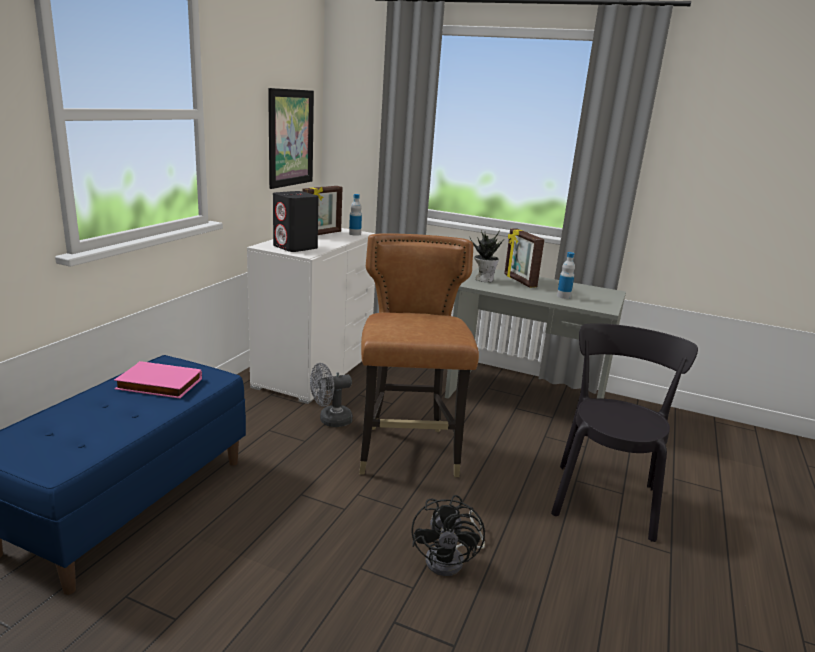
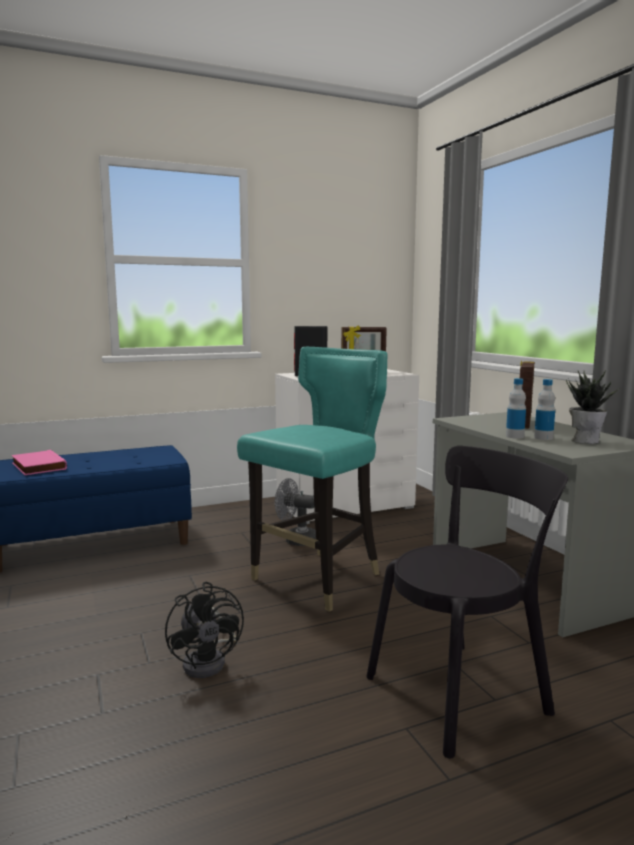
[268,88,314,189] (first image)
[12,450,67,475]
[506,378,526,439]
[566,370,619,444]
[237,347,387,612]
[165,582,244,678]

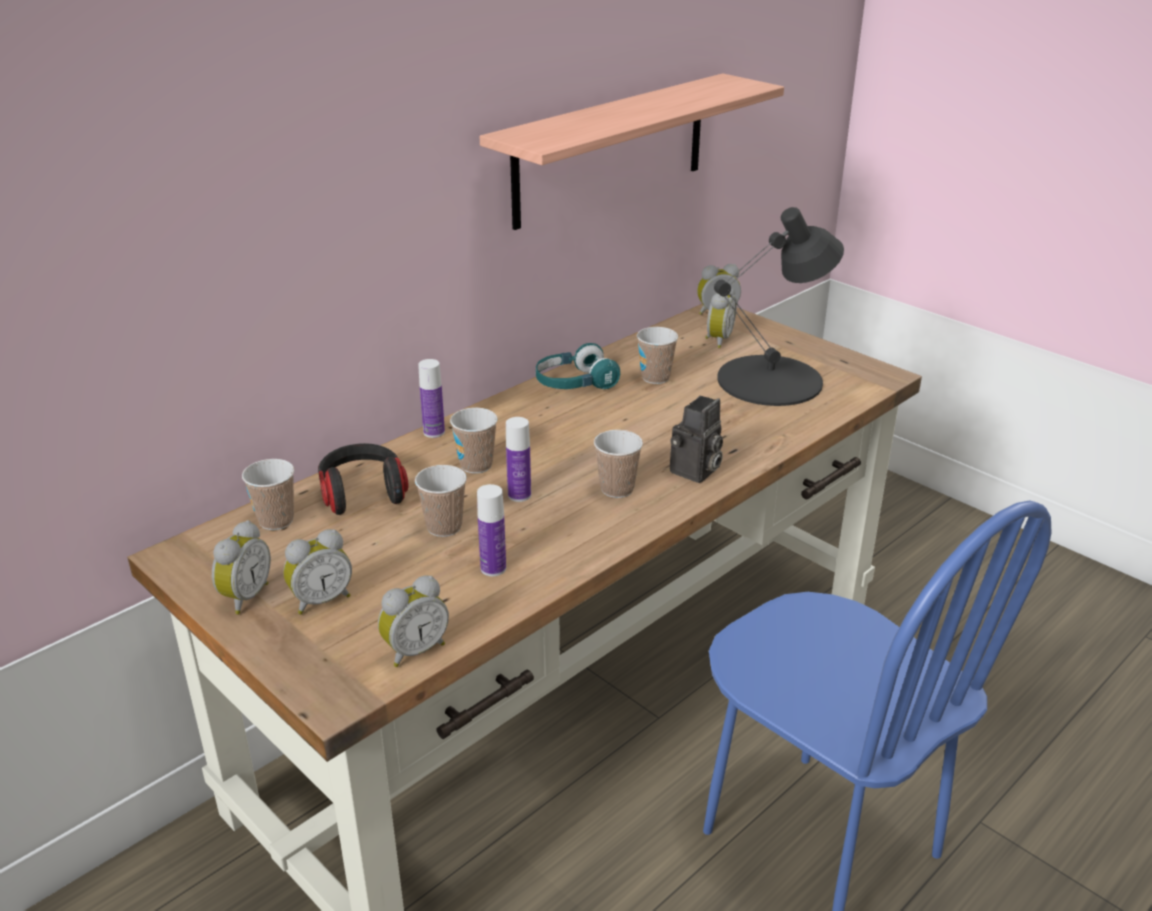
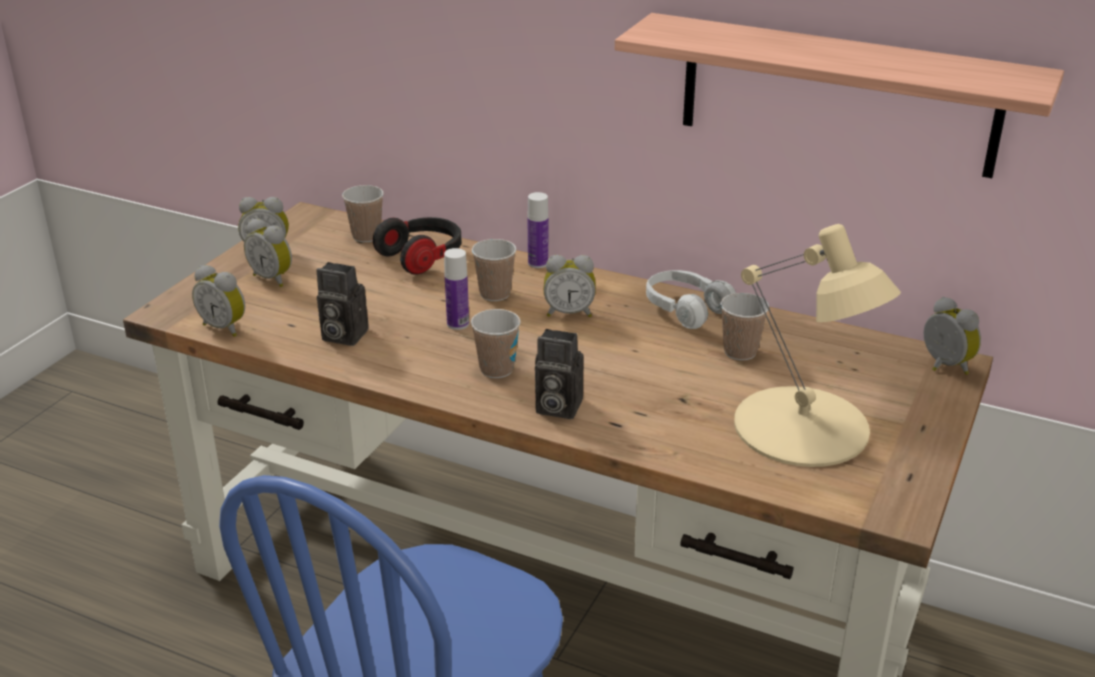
[415,465,467,537] (first image)
[544,255,596,317]
[317,262,369,346]
[646,270,736,329]
[734,224,901,467]

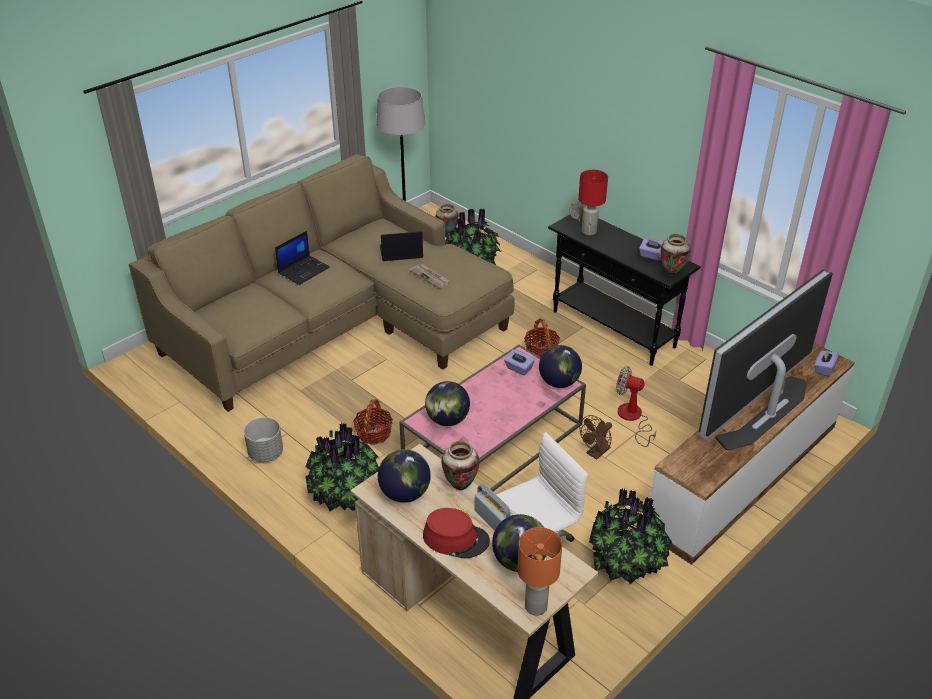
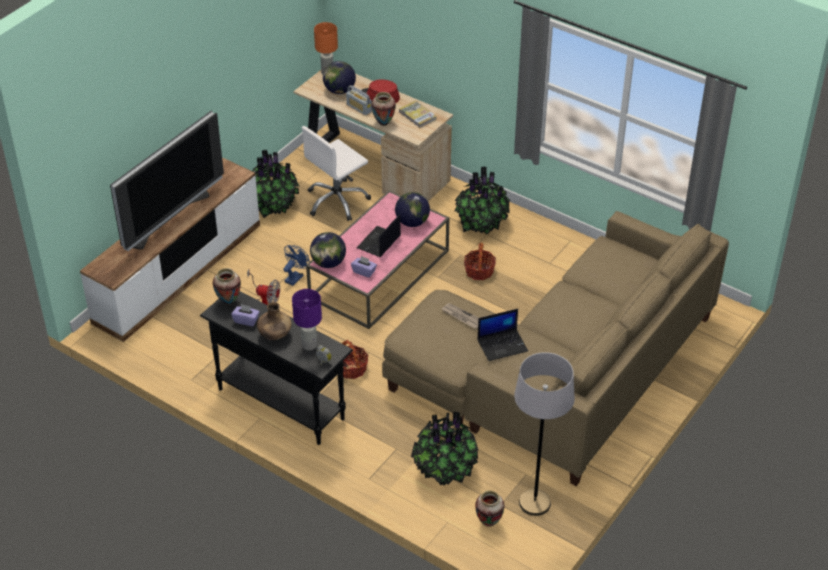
[244,417,283,462] (first image)
[815,349,839,377] (first image)
[257,302,292,340]
[357,214,401,257]
[399,100,437,128]
[292,289,322,351]
[284,245,310,286]

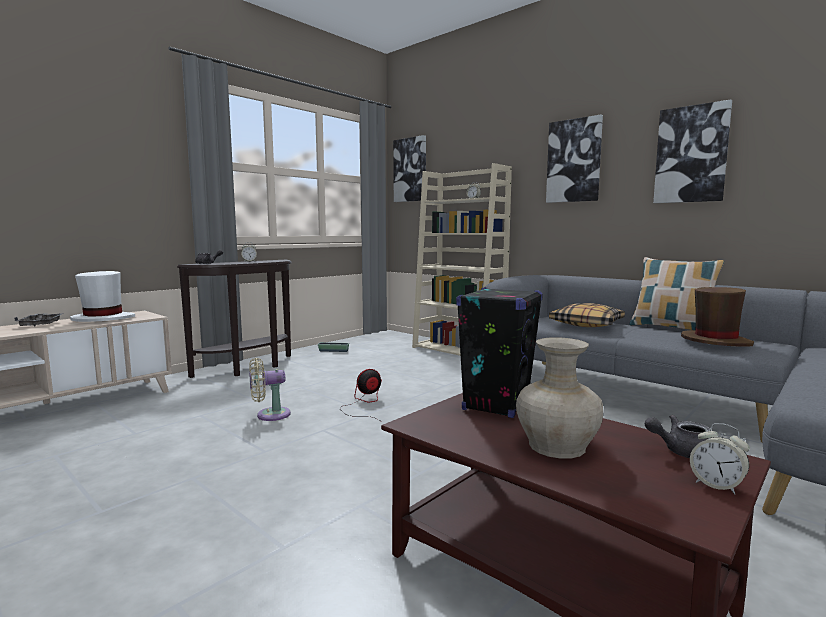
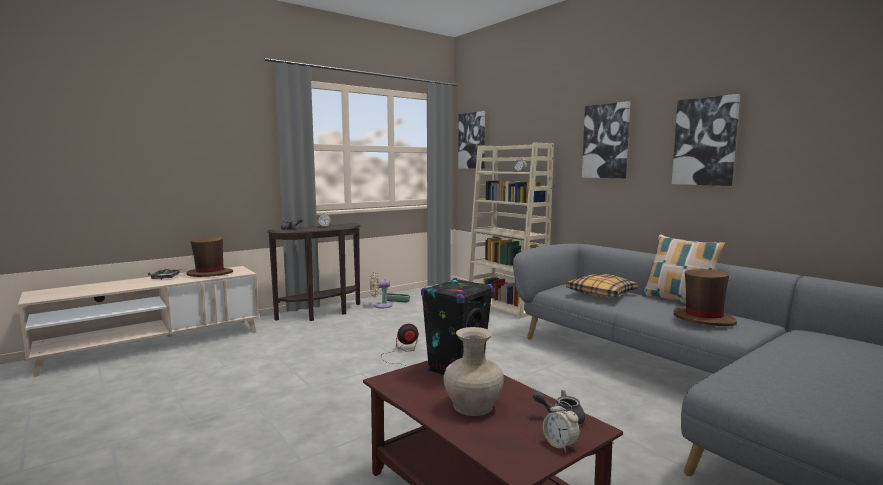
[370,272,393,308]
[186,237,233,277]

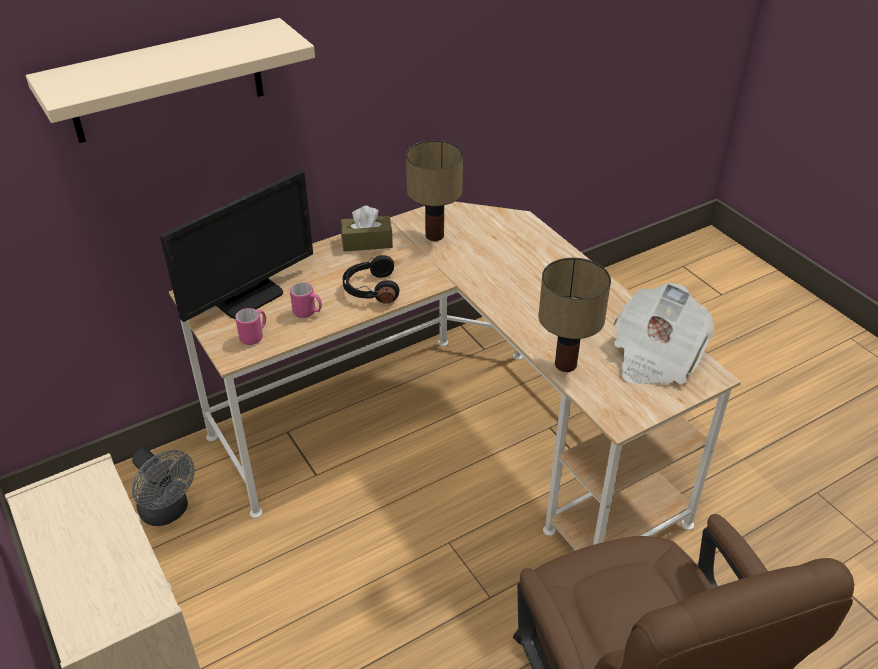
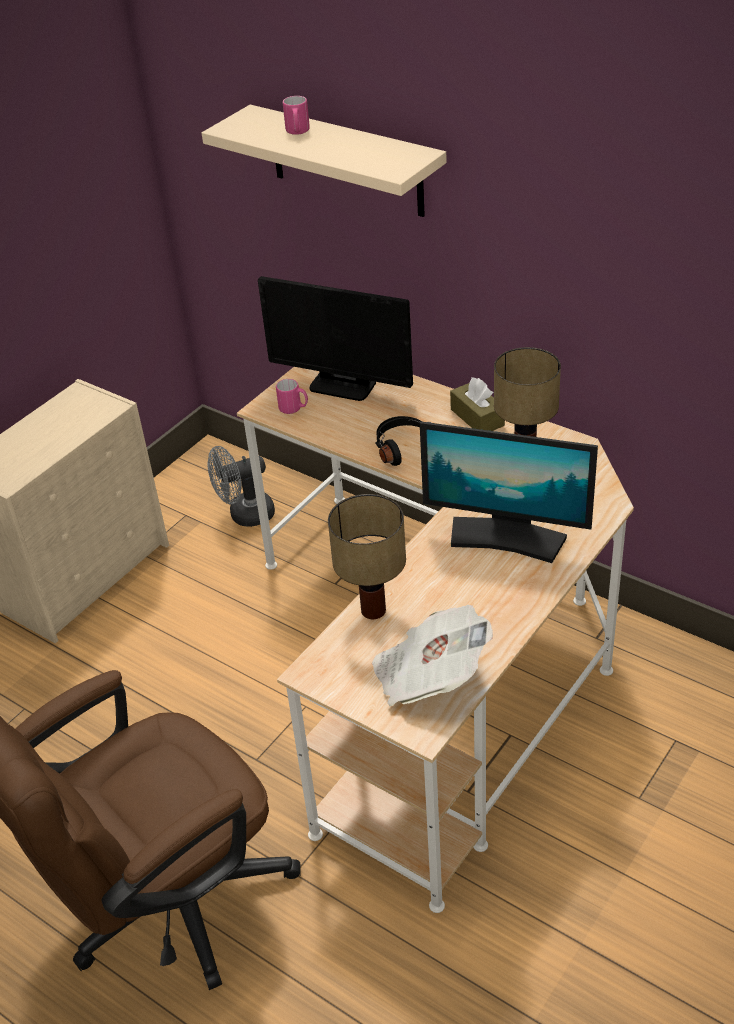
[420,422,598,563]
[283,96,310,135]
[207,446,275,527]

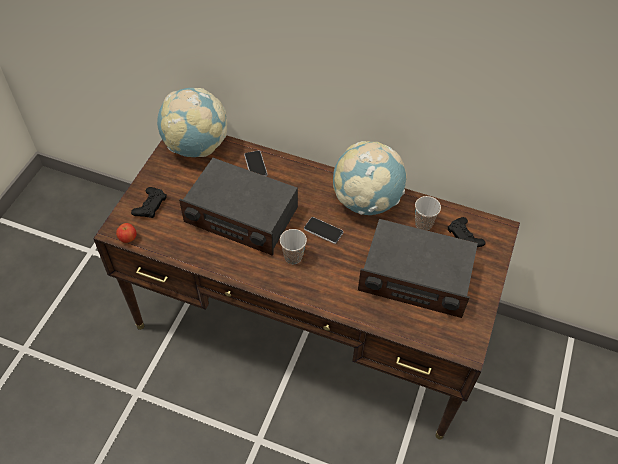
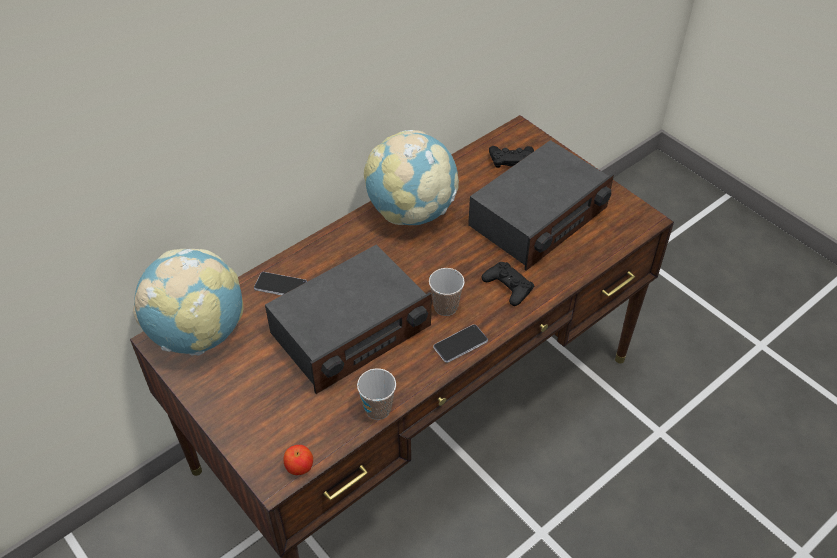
[481,262,534,306]
[433,325,488,363]
[357,369,396,420]

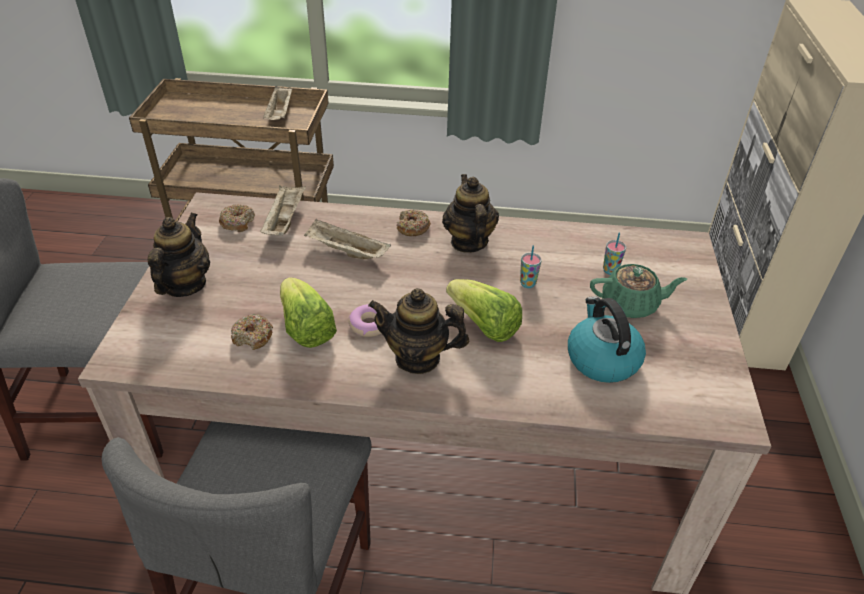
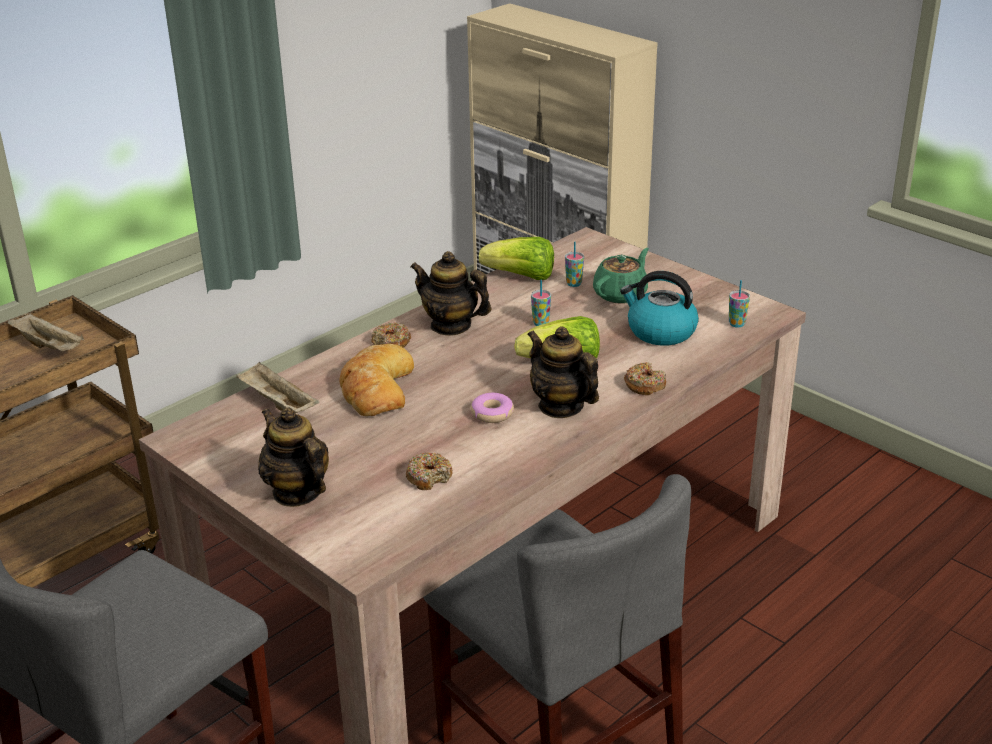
[729,280,750,328]
[624,362,666,395]
[479,237,554,280]
[340,344,414,416]
[527,326,599,418]

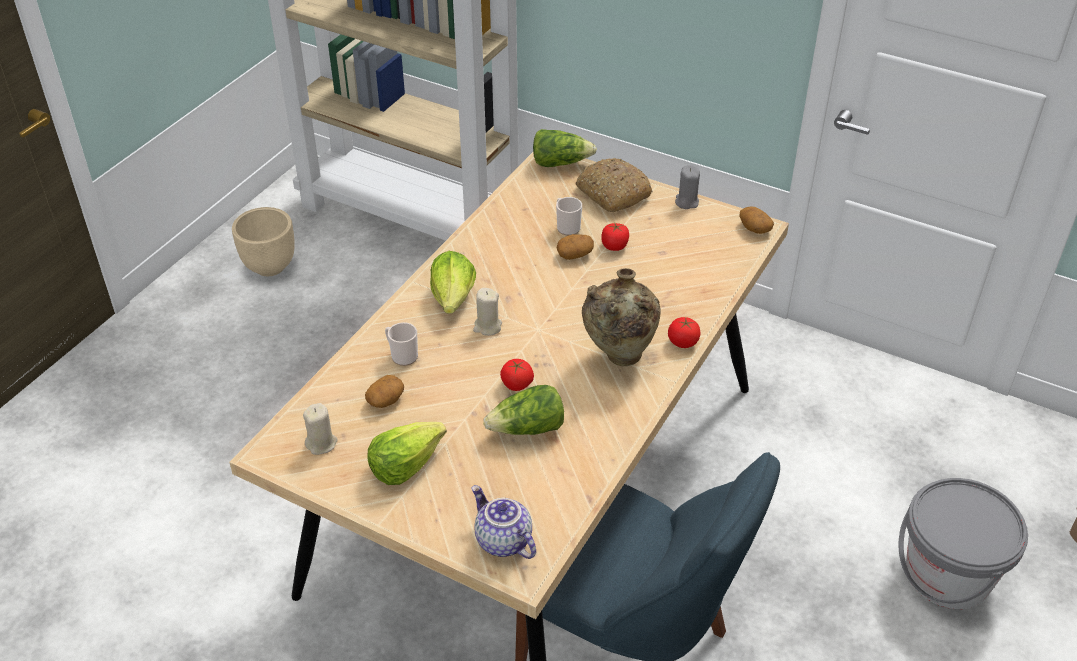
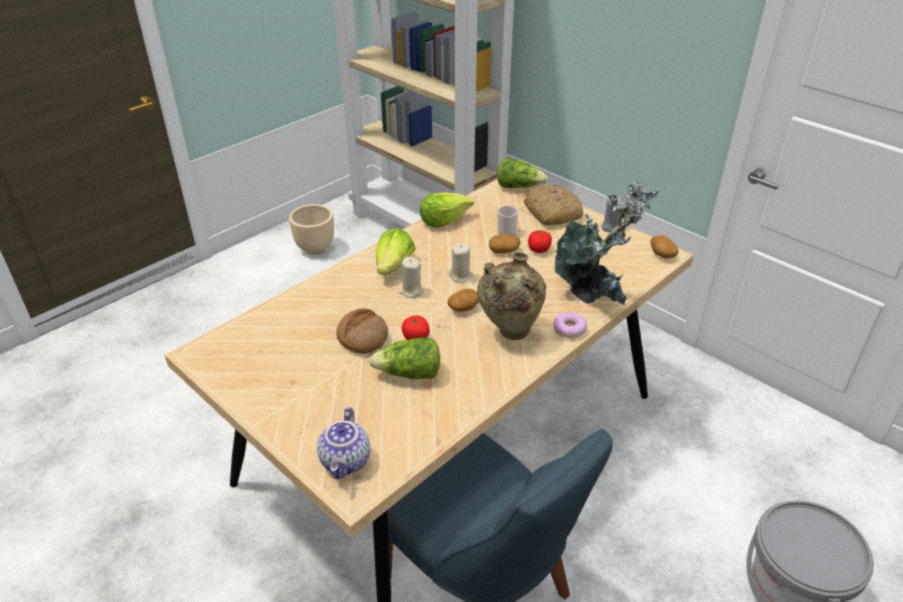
[385,322,418,366] (first image)
[336,308,388,354]
[555,179,660,305]
[449,243,473,282]
[447,288,479,312]
[420,192,474,228]
[553,312,587,338]
[317,407,370,479]

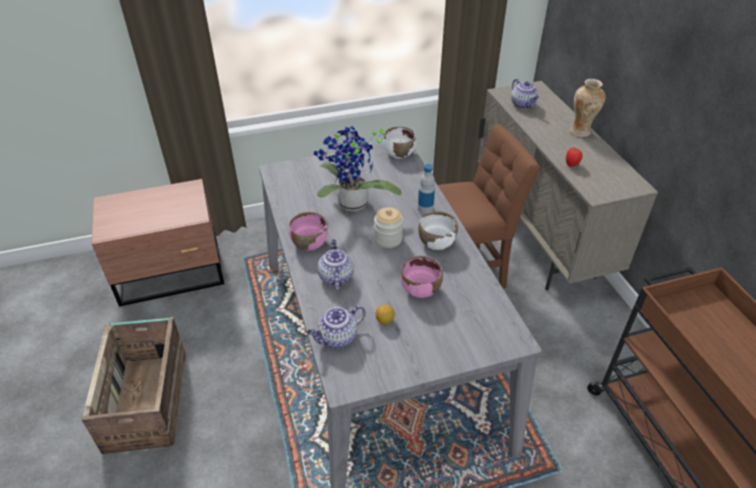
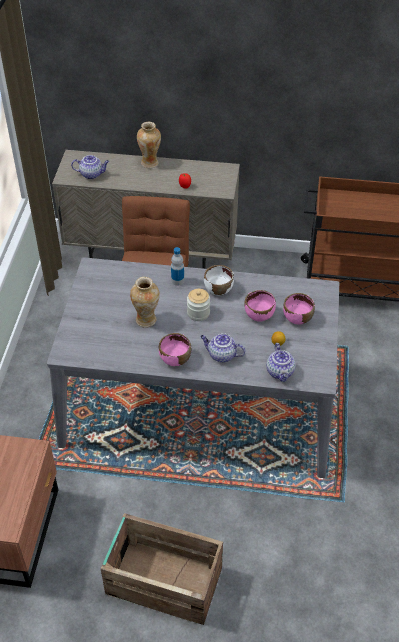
[383,127,416,159] (first image)
[283,293,315,324]
[130,277,160,328]

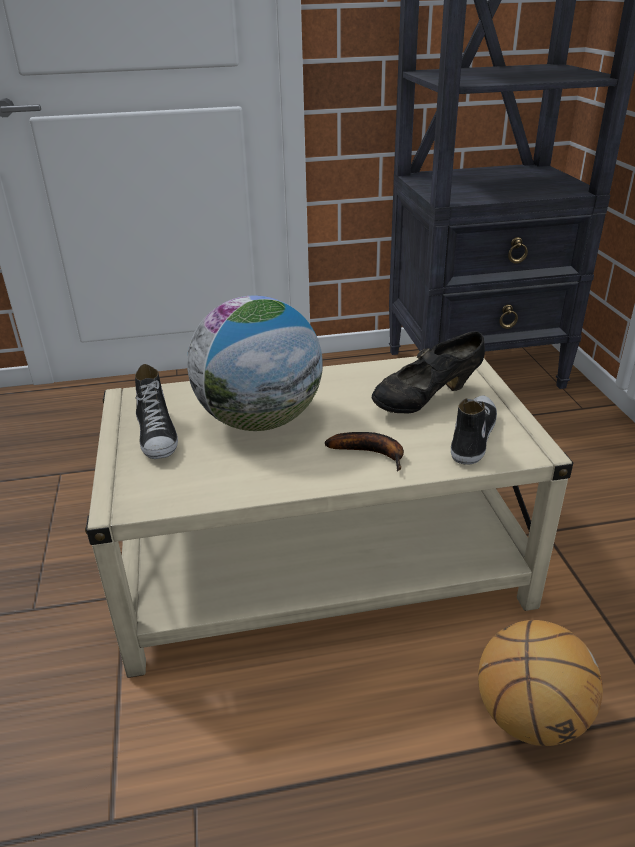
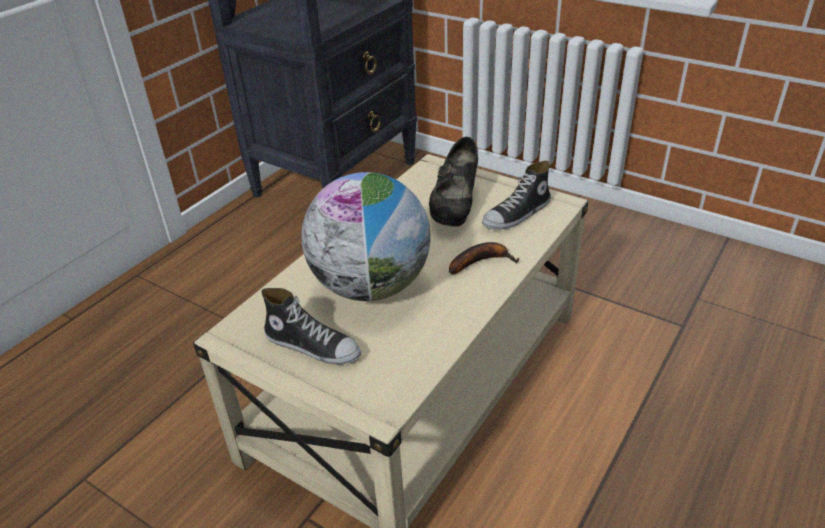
[478,620,603,746] (first image)
[482,161,551,230]

